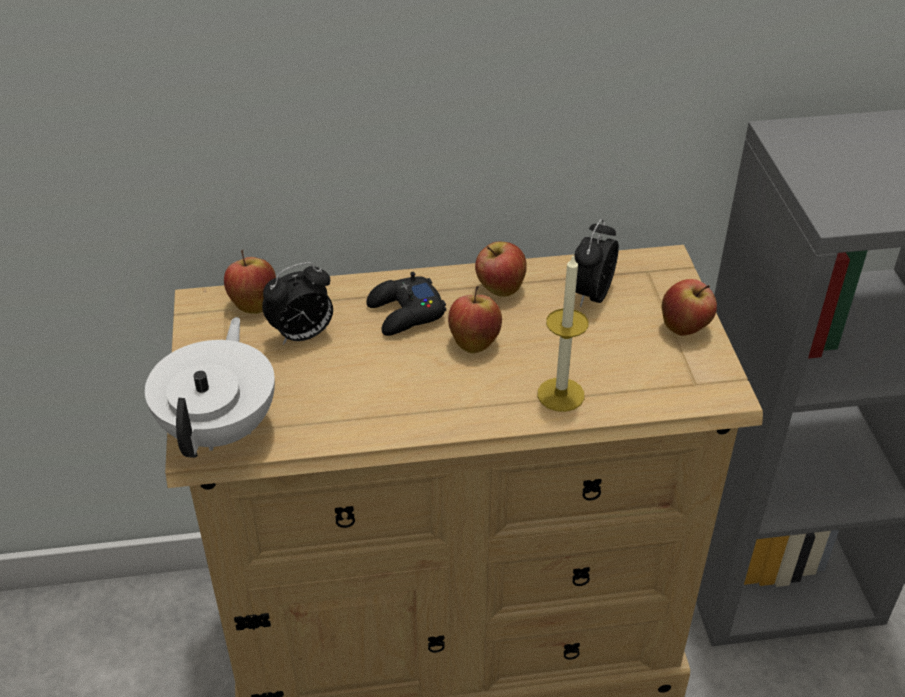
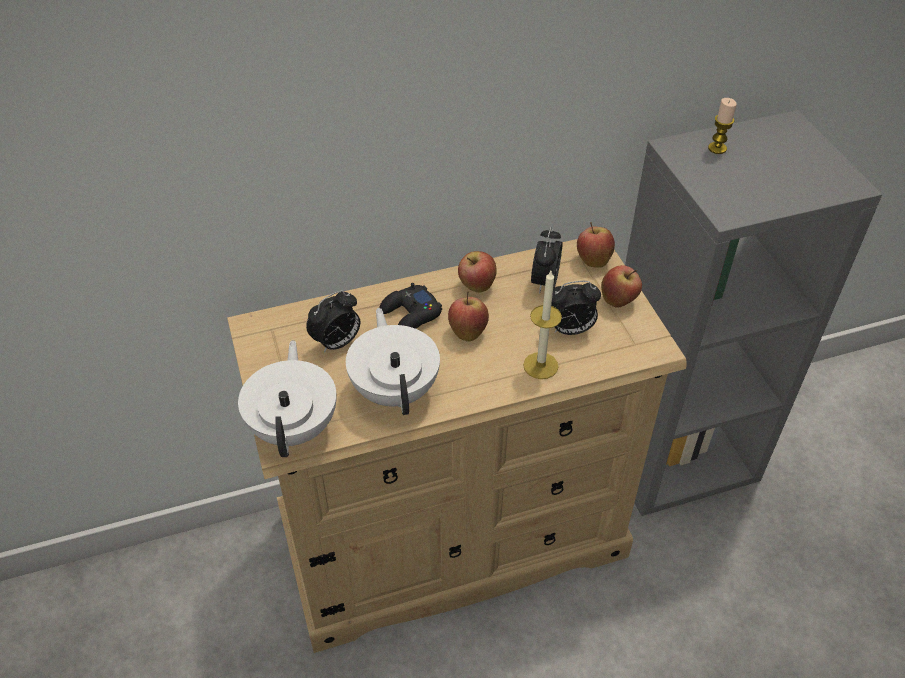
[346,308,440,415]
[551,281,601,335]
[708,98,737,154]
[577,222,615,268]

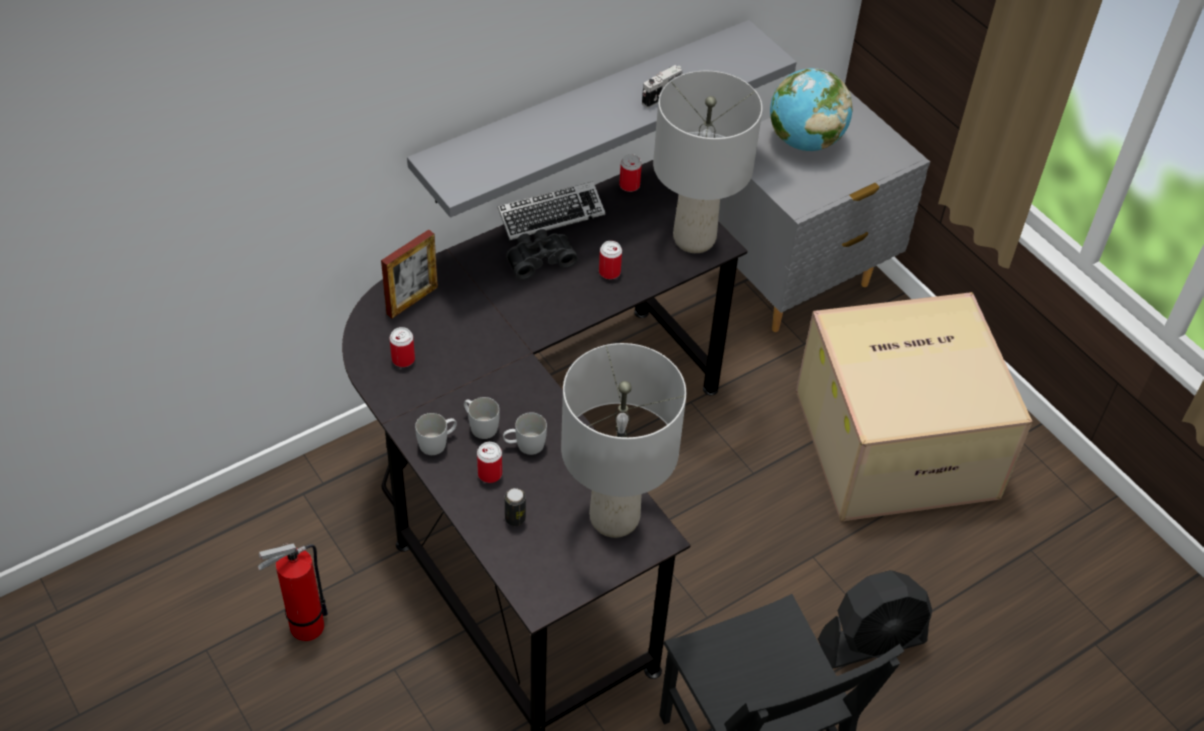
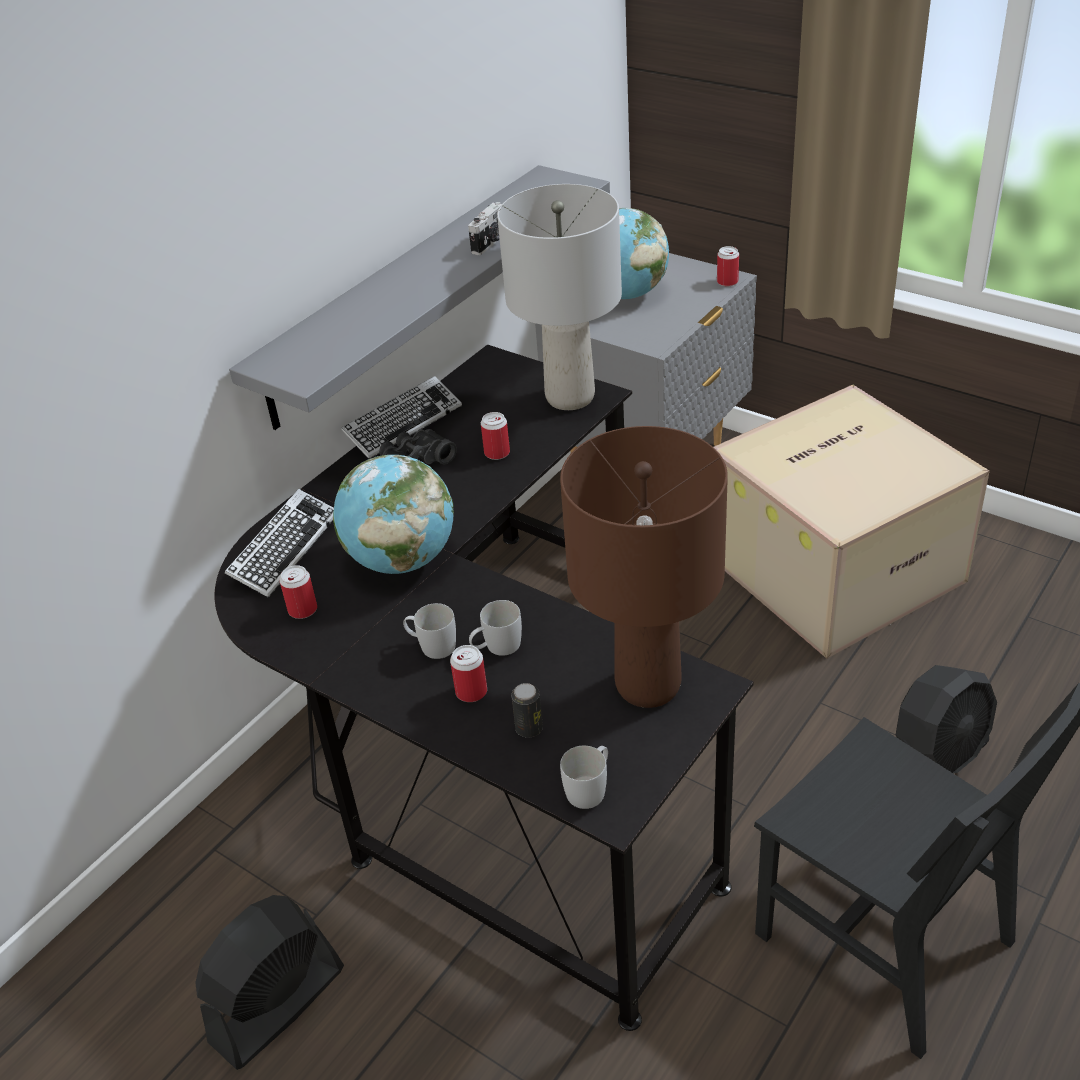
[333,455,454,574]
[560,746,608,809]
[717,246,739,287]
[195,895,344,1070]
[225,489,334,597]
[560,426,728,708]

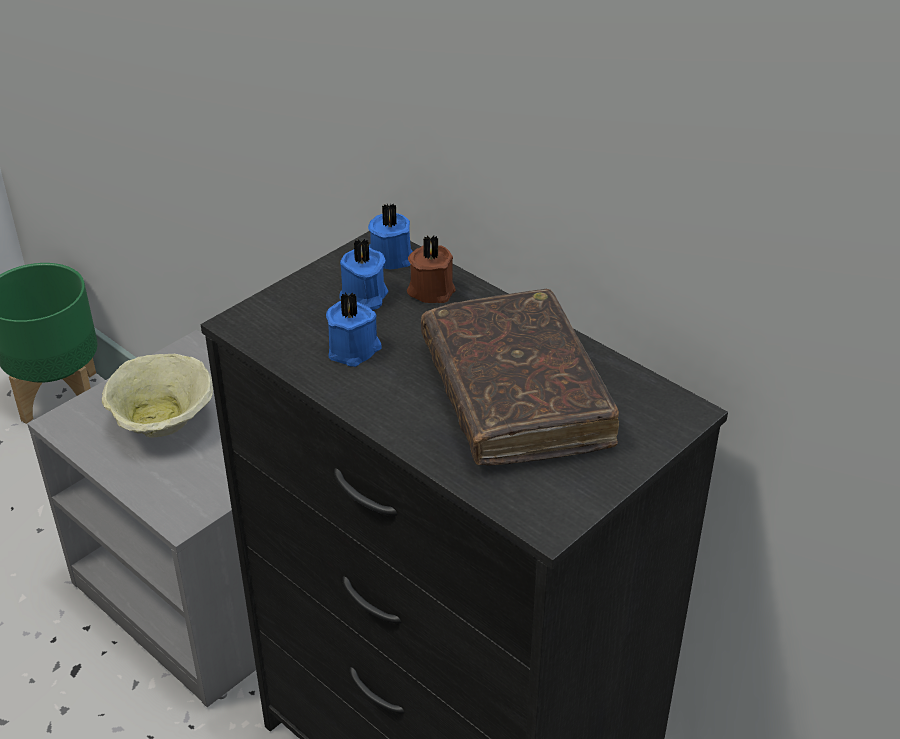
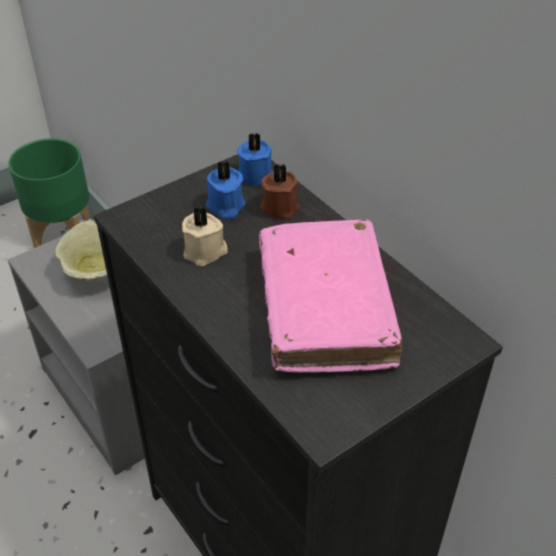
[182,207,228,266]
[259,220,402,372]

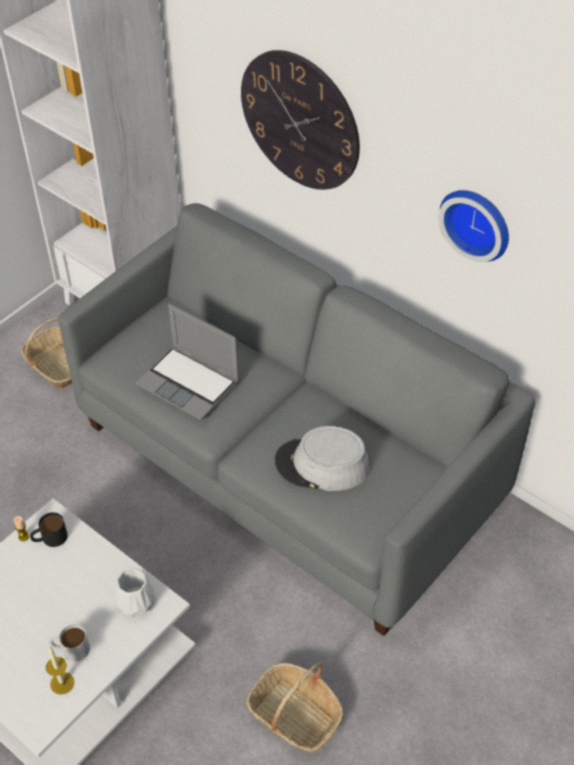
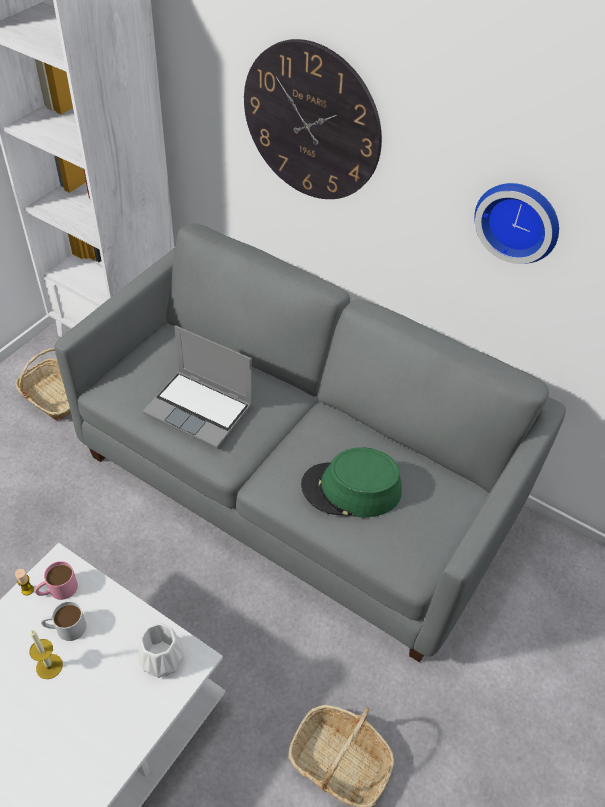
[29,630,63,679]
[41,601,86,641]
[35,561,78,600]
[301,447,402,518]

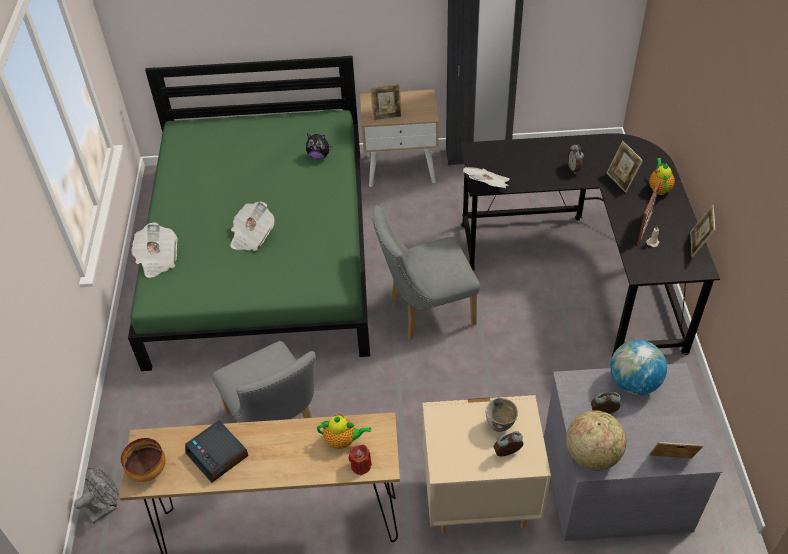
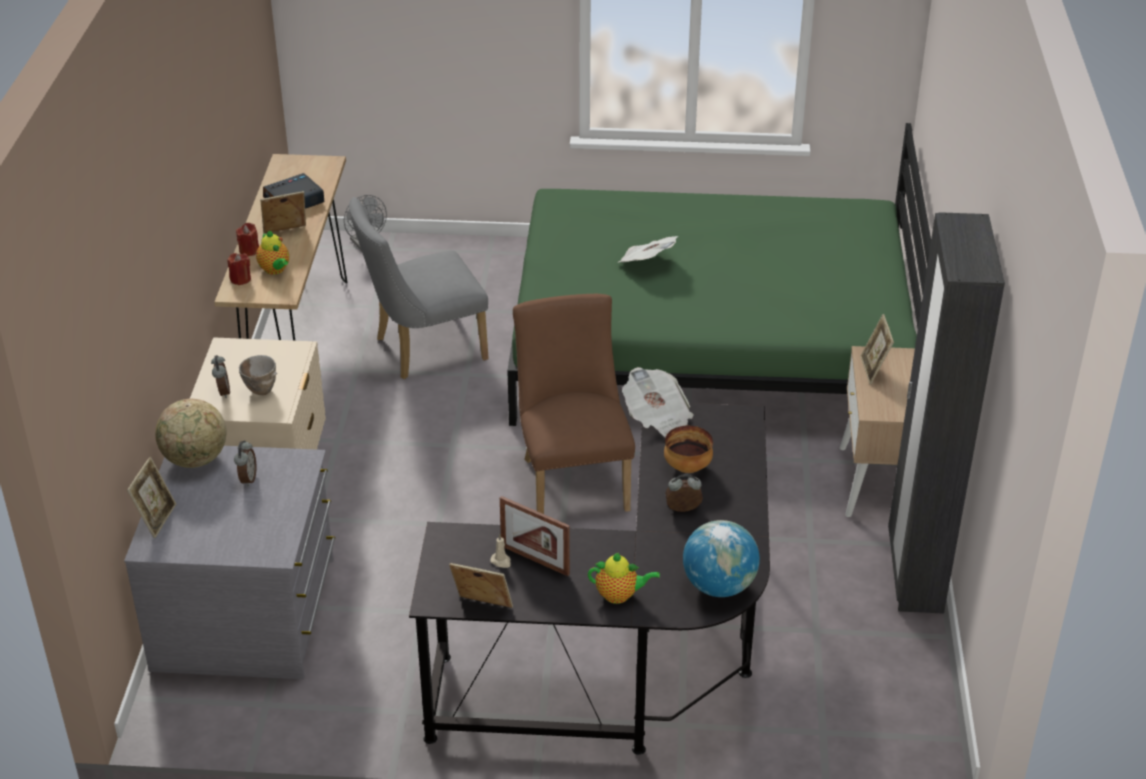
[131,223,178,278] (first image)
[306,134,333,159] (first image)
[236,223,259,256]
[664,426,713,473]
[260,191,306,234]
[683,520,760,597]
[513,294,635,514]
[256,230,289,275]

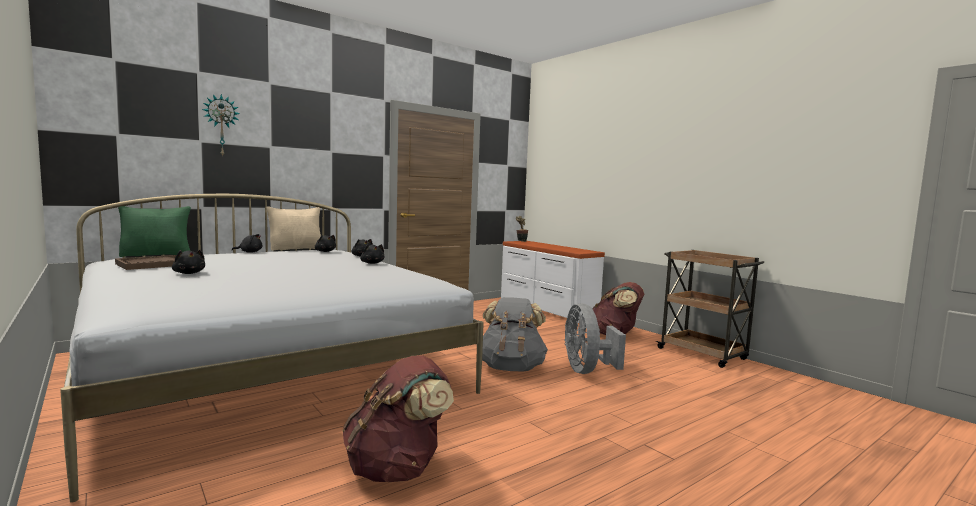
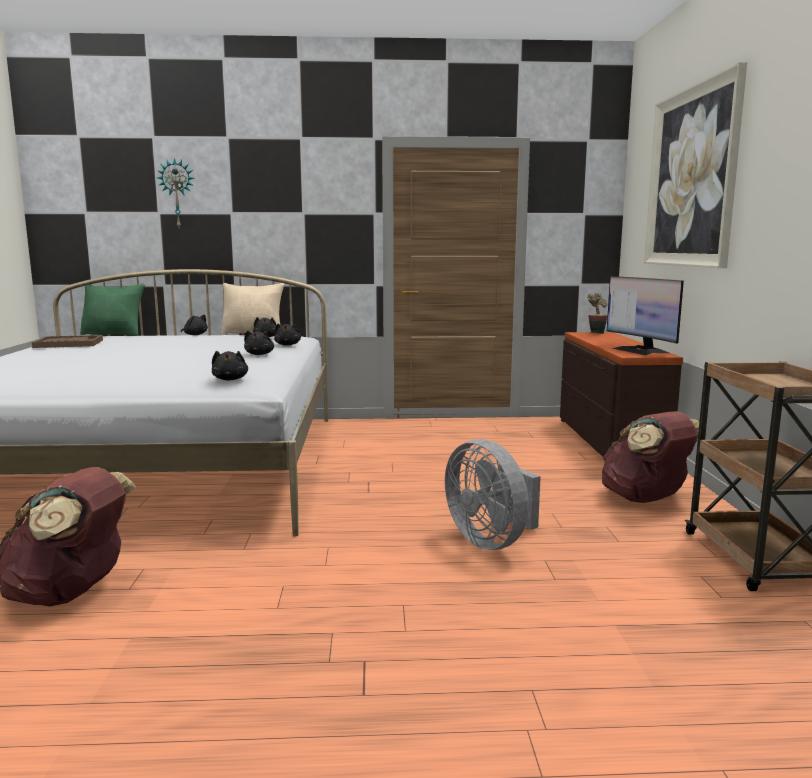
[476,297,548,372] (first image)
[607,276,684,355]
[644,62,747,268]
[212,351,248,380]
[560,332,683,457]
[445,439,541,550]

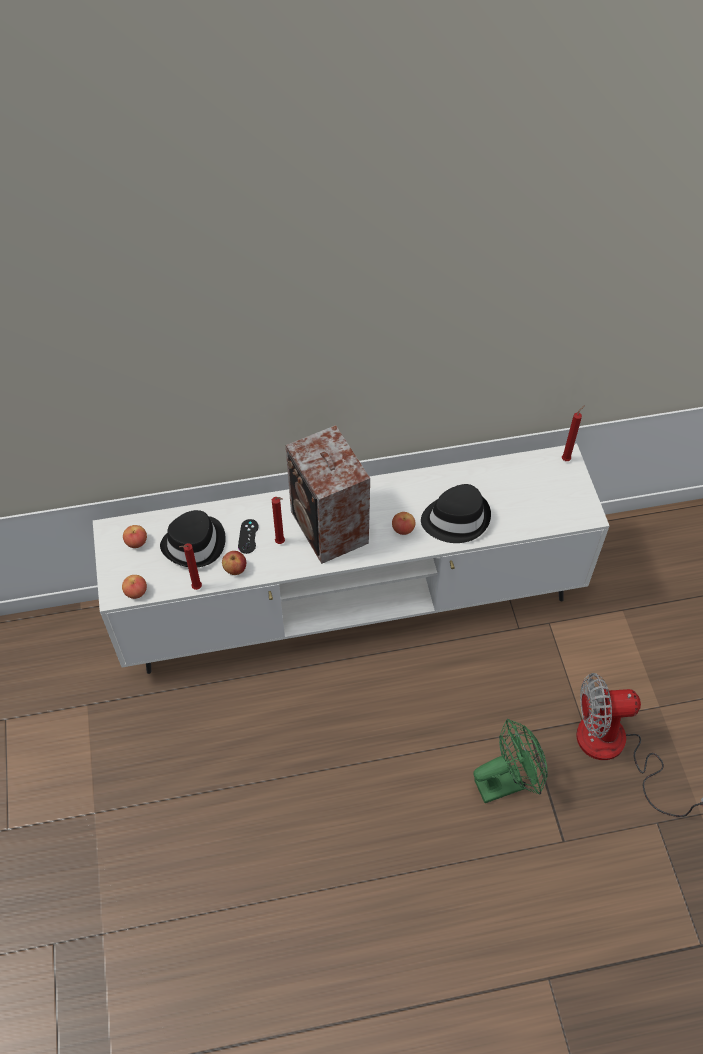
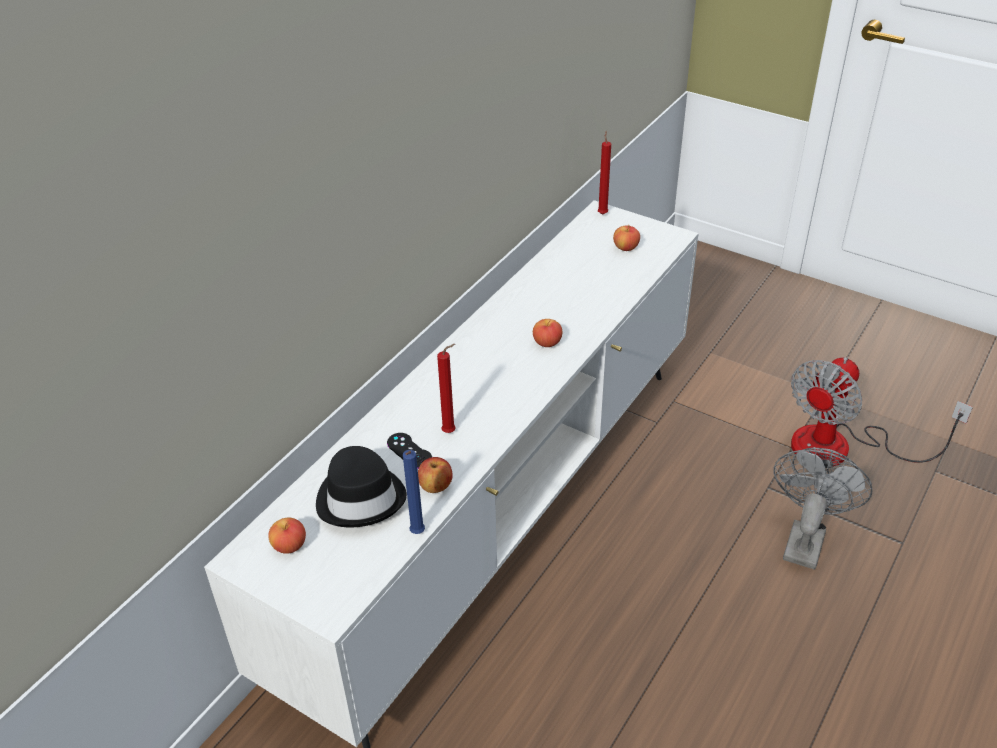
[286,425,370,564] (first image)
[421,484,491,543] (first image)
[613,225,640,251]
[403,450,425,534]
[773,448,873,569]

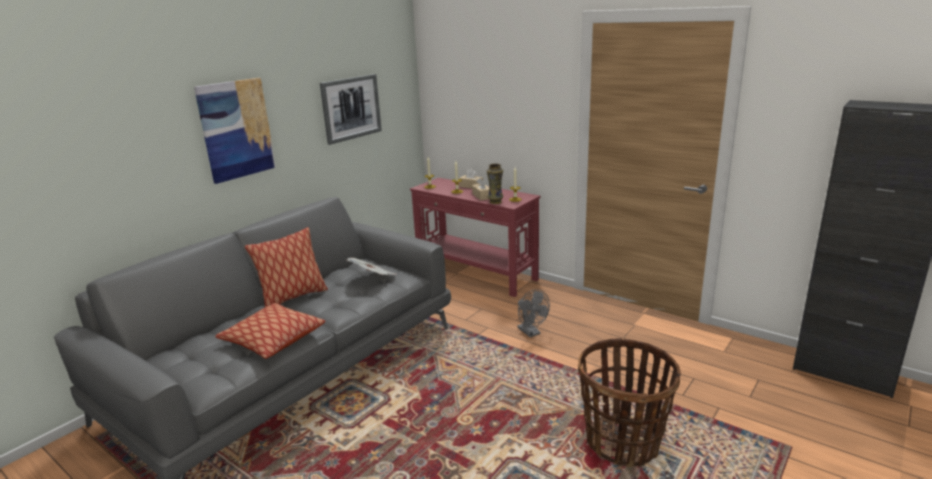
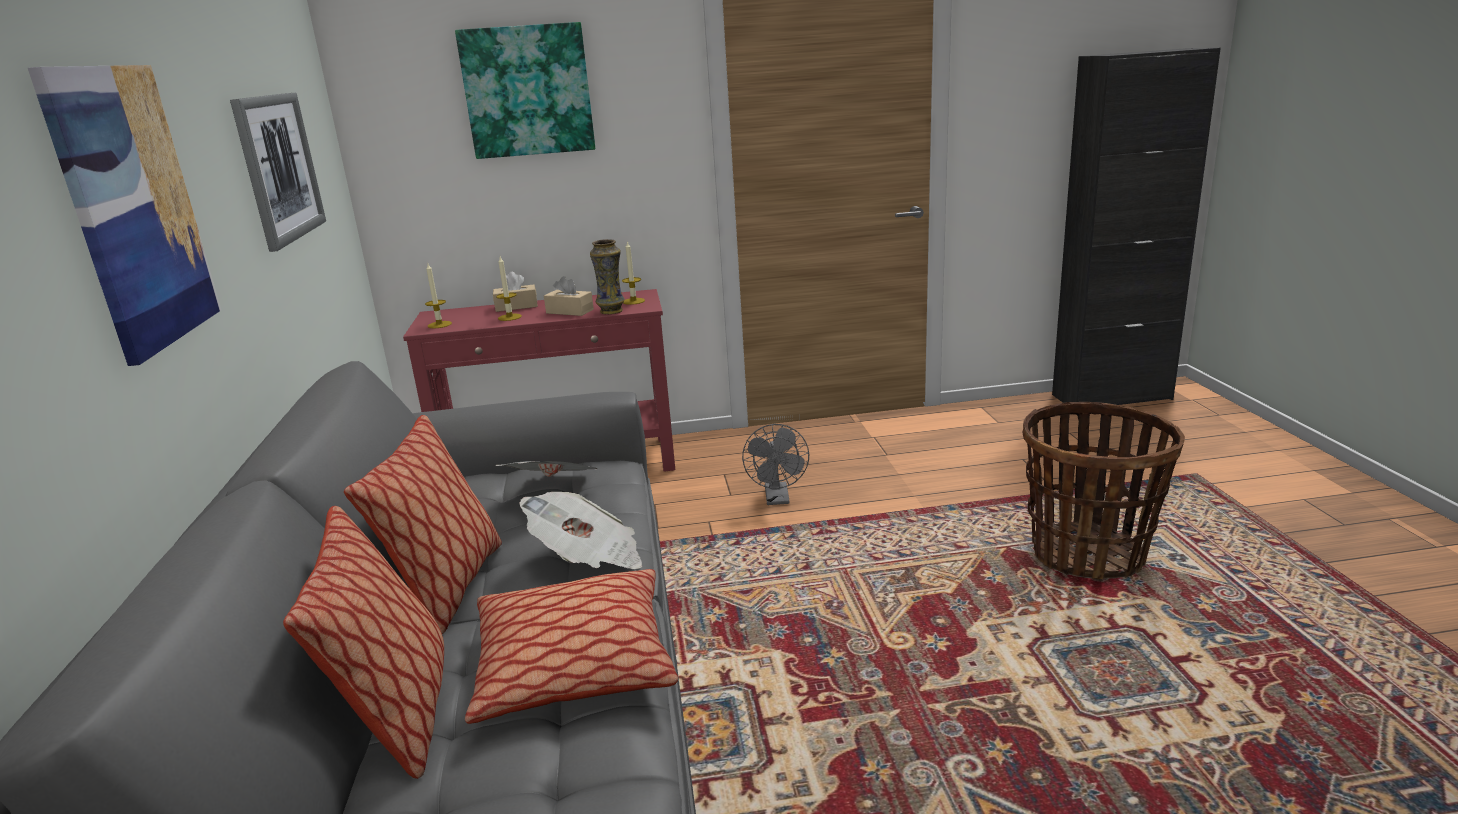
[283,506,444,779]
[455,22,595,159]
[519,492,642,569]
[742,424,809,505]

